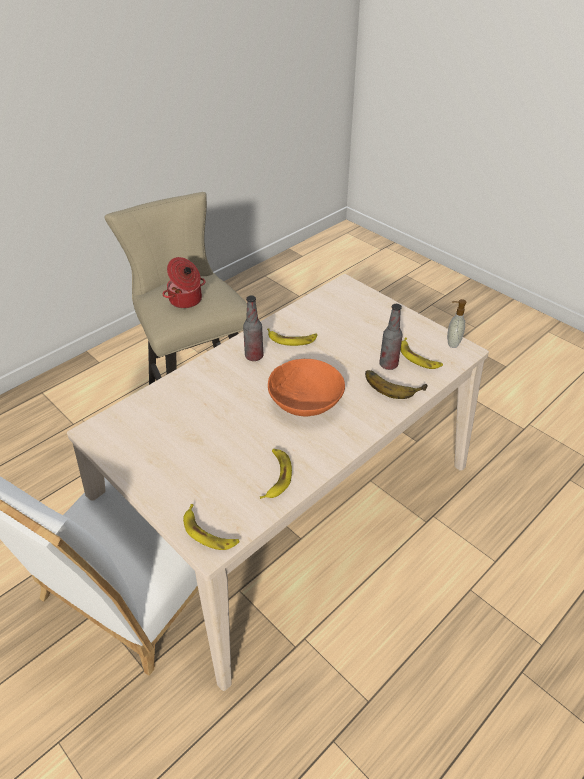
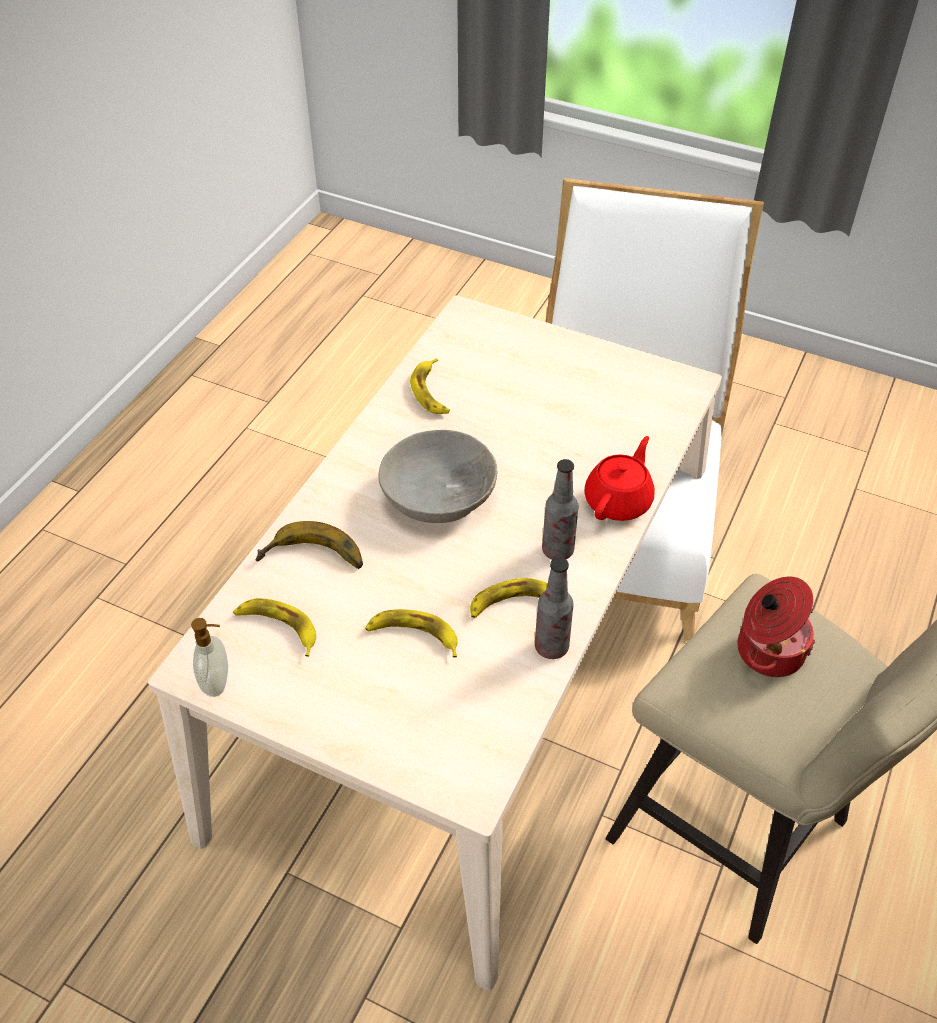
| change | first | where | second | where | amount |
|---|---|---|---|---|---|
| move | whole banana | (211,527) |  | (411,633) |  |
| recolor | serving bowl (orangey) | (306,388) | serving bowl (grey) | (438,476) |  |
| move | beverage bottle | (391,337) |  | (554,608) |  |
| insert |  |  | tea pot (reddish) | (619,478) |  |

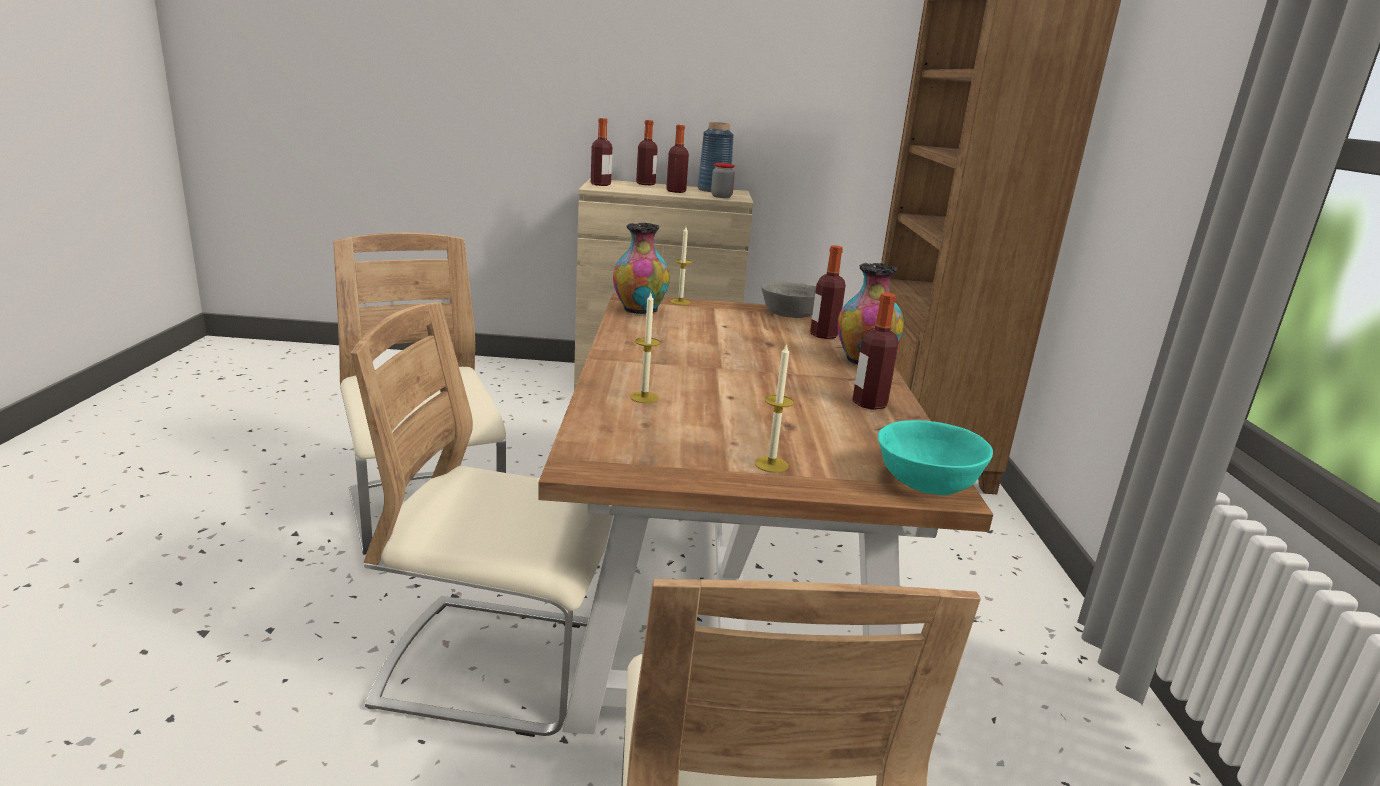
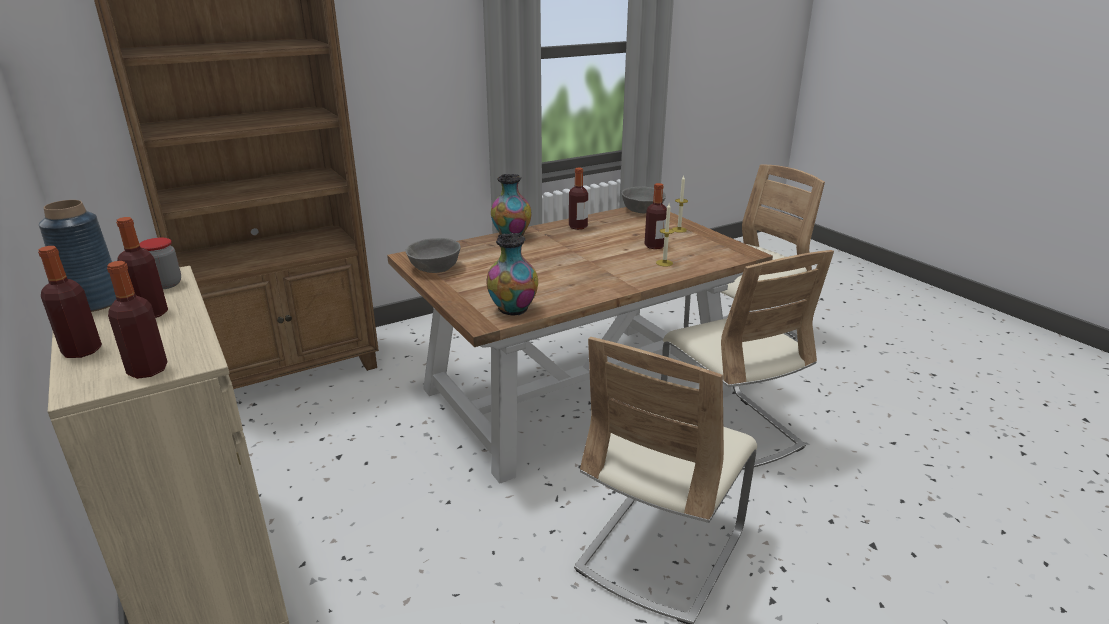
| change | first | where | second | where | amount |
|---|---|---|---|---|---|
| delete | candle | (681,266) |  |  |  |
| move | beverage bottle | (828,292) |  | (656,216) |  |
| recolor | serving bowl (turquoise) | (935,457) | serving bowl (grey) | (644,200) |  |

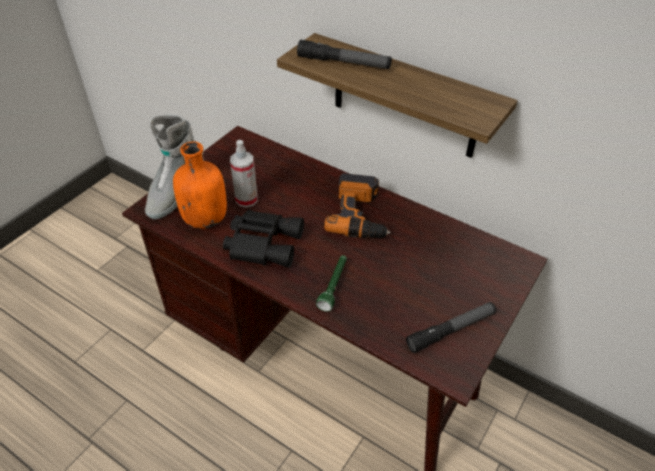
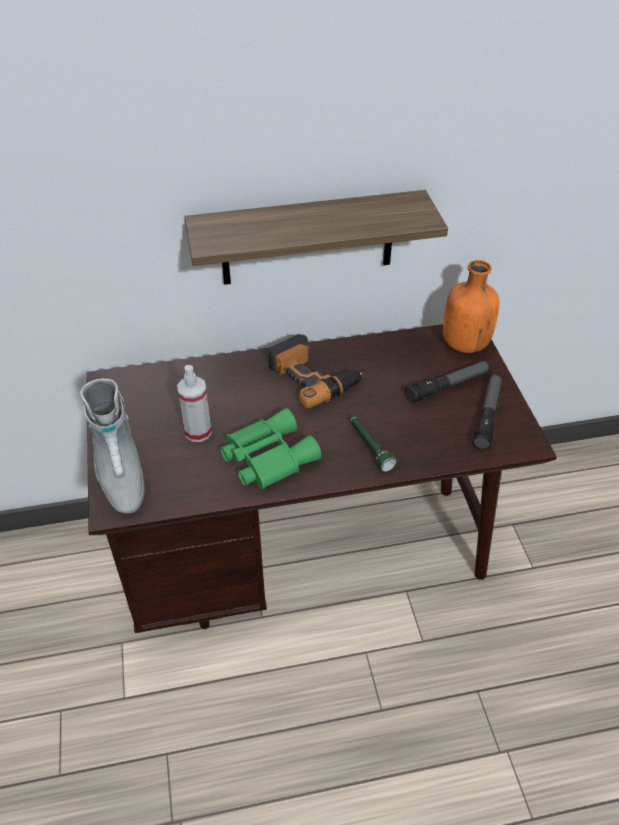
| change | first | where | second | where | amount |
|---|---|---|---|---|---|
| move | beverage bottle (orangey) | (200,185) |  | (471,306) |  |
| recolor | binoculars (black-coloured) | (263,239) | binoculars (green) | (270,449) |  |
| move | flashlight | (344,54) |  | (448,381) |  |

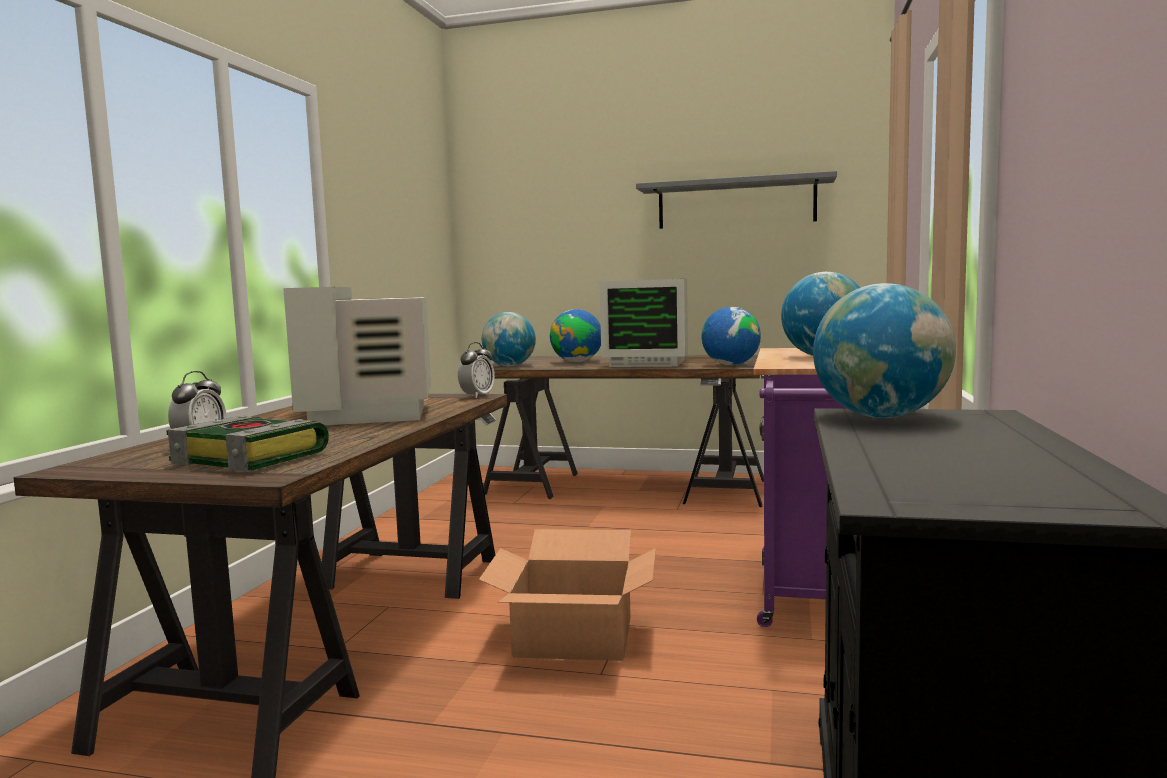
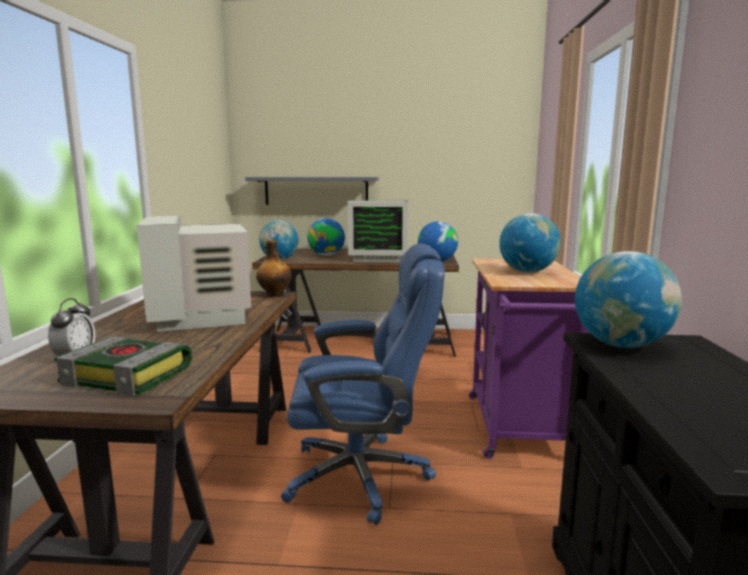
| change | first | where | second | where | amount |
|---|---|---|---|---|---|
| replace | bedside clock | (476,370) | beverage bottle | (274,268) |  |
| replace | carton | (567,595) | office chair (blue) | (363,384) |  |
| move | shelf (grey) | (736,200) |  | (311,191) |  |

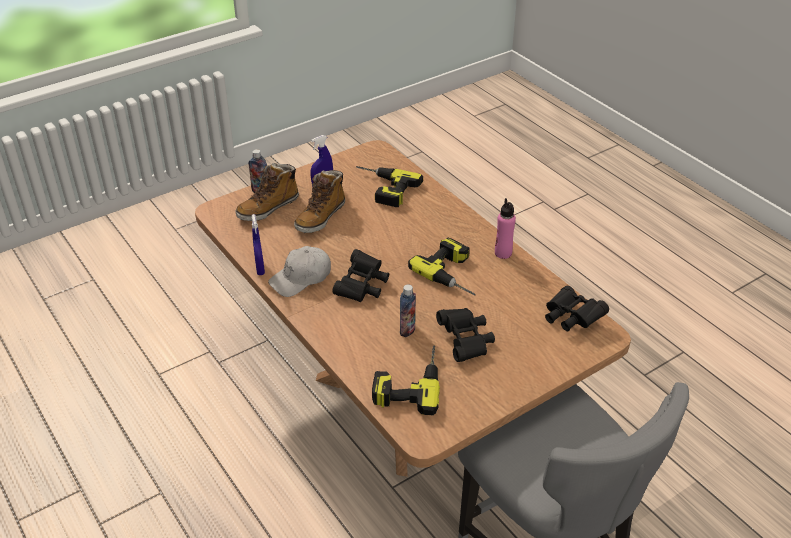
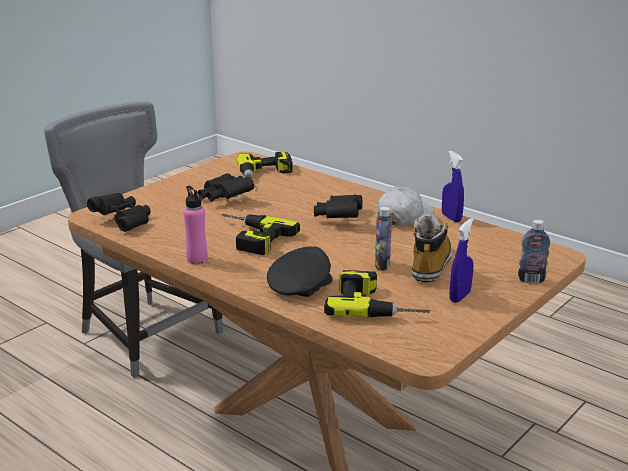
| change | first | where | second | where | amount |
|---|---|---|---|---|---|
| delete | high-top boot | (267,192) |  |  |  |
| move | beverage bottle | (408,311) |  | (383,238) |  |
| insert |  |  | peaked cap (black-coloured) | (300,271) |  |

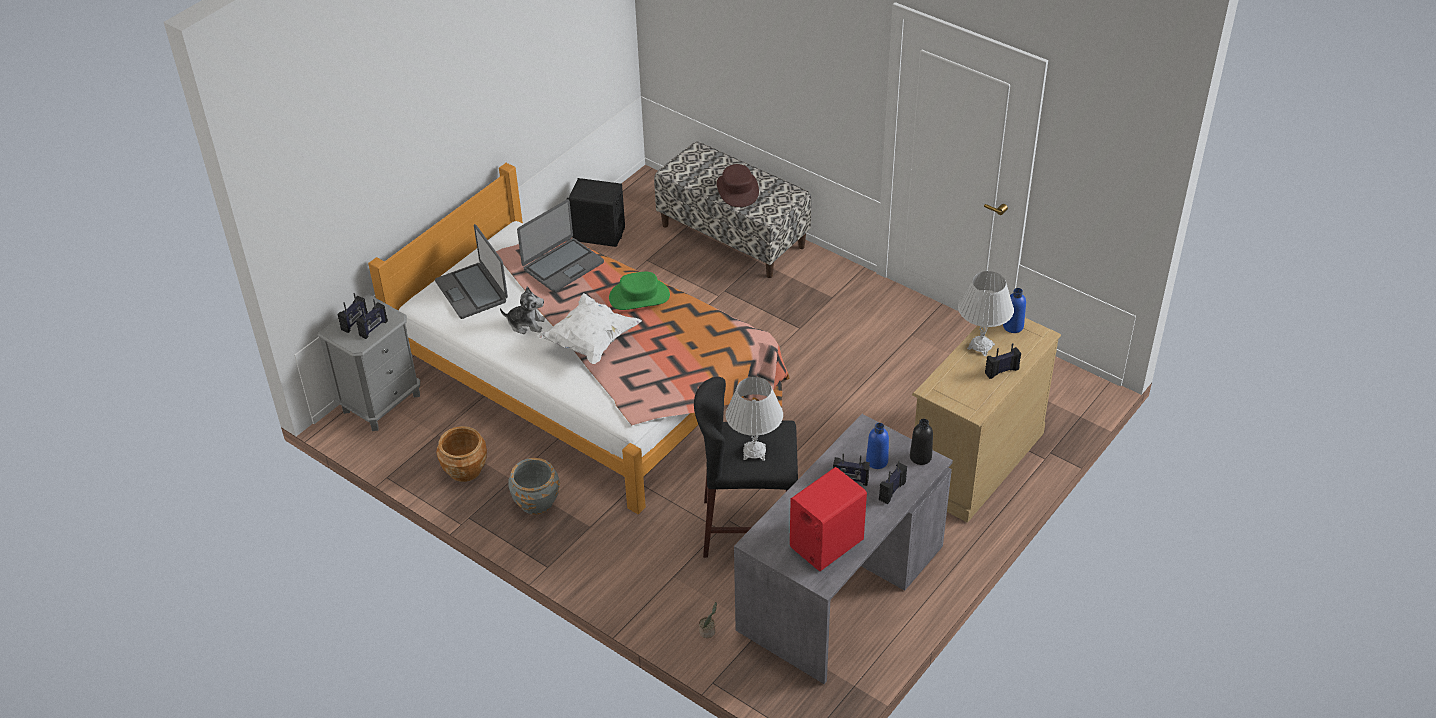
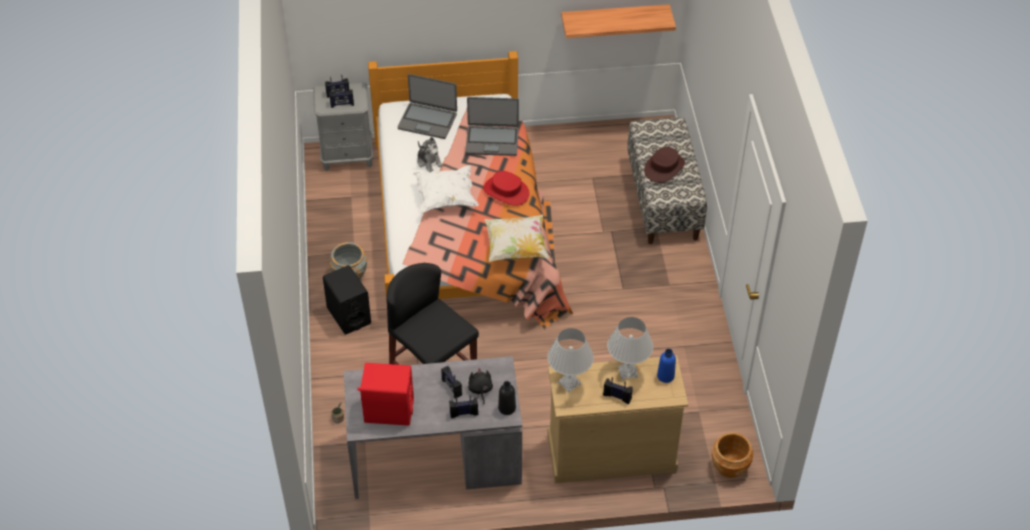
| change | first | where | second | where | amount |
|---|---|---|---|---|---|
| rotate | notebook computer | (471,271) |  | (427,106) | 90 degrees counterclockwise |
| move | flower pot (brownish) | (462,454) |  | (733,455) |  |
| move | speaker (black-coloured) | (596,212) |  | (347,300) |  |
| recolor | wearable hat (green) | (639,291) | wearable hat (reddish) | (506,188) |  |
| move | tabletop lamp (white-coloured) | (754,419) |  | (570,360) |  |
| replace | beverage bottle (blue) | (877,446) | soft toy (black-coloured) | (480,386) |  |
| insert |  |  | pillow | (516,238) |  |
| insert |  |  | shelf | (618,21) |  |

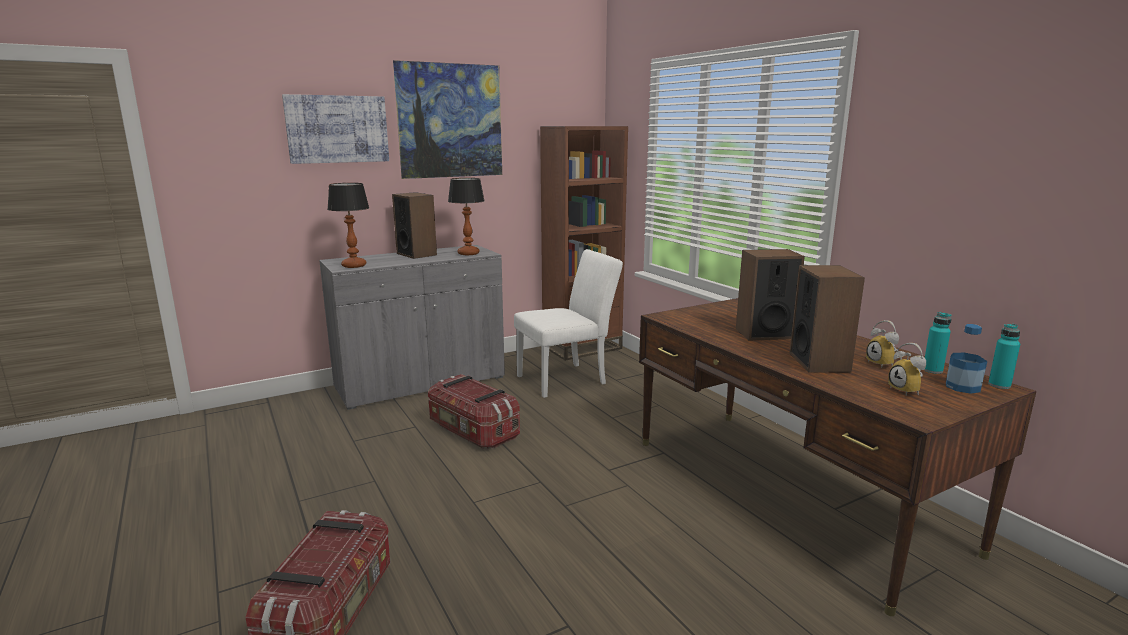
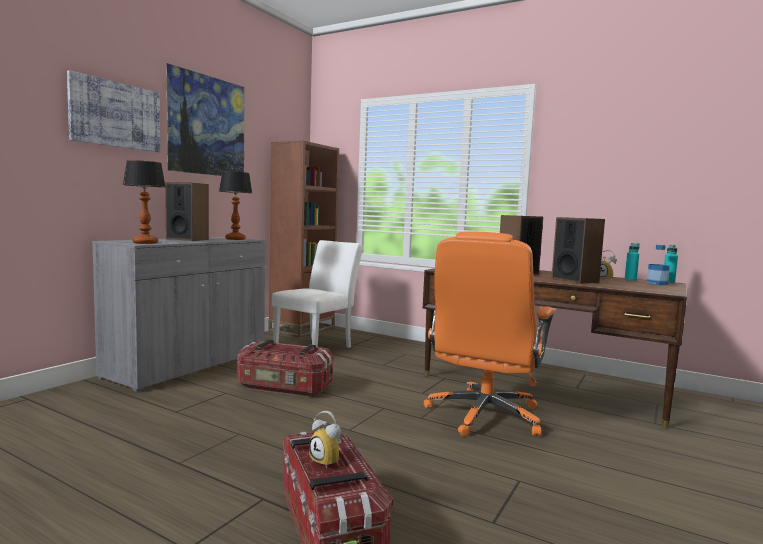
| change | first | where | second | where | amount |
|---|---|---|---|---|---|
| move | bedside clock | (907,369) |  | (325,440) |  |
| insert |  |  | office chair (orangey) | (489,334) |  |

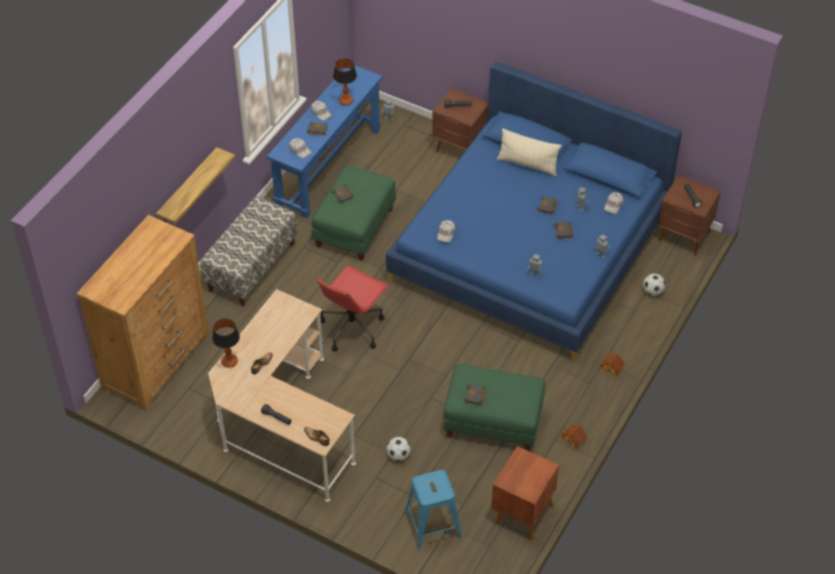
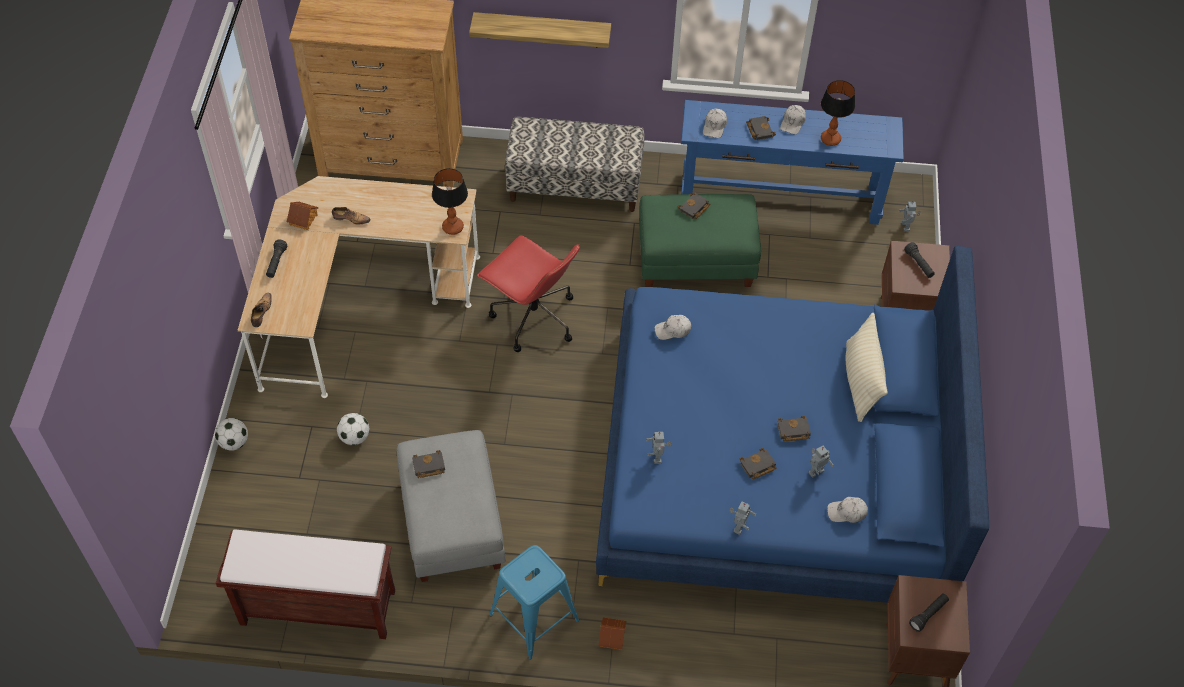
| change | first | where | second | where | amount |
|---|---|---|---|---|---|
| move | tabletop lamp | (226,343) |  | (450,201) |  |
| rotate | office chair (reddish) | (353,308) |  | (528,293) | 150 degrees counterclockwise |
| move | sitting stool (blue) | (433,510) |  | (534,602) |  |
| recolor | ottoman (green) | (494,407) | ottoman (grey) | (451,506) |  |
| replace | bedside table (brownish) | (525,493) | long seat (brownish) | (305,584) |  |
| move | miniature house | (574,436) |  | (303,216) |  |
| move | football | (654,285) |  | (231,434) |  |

